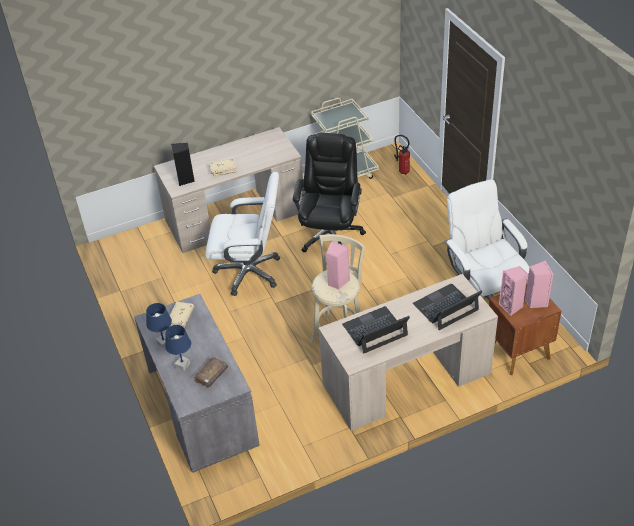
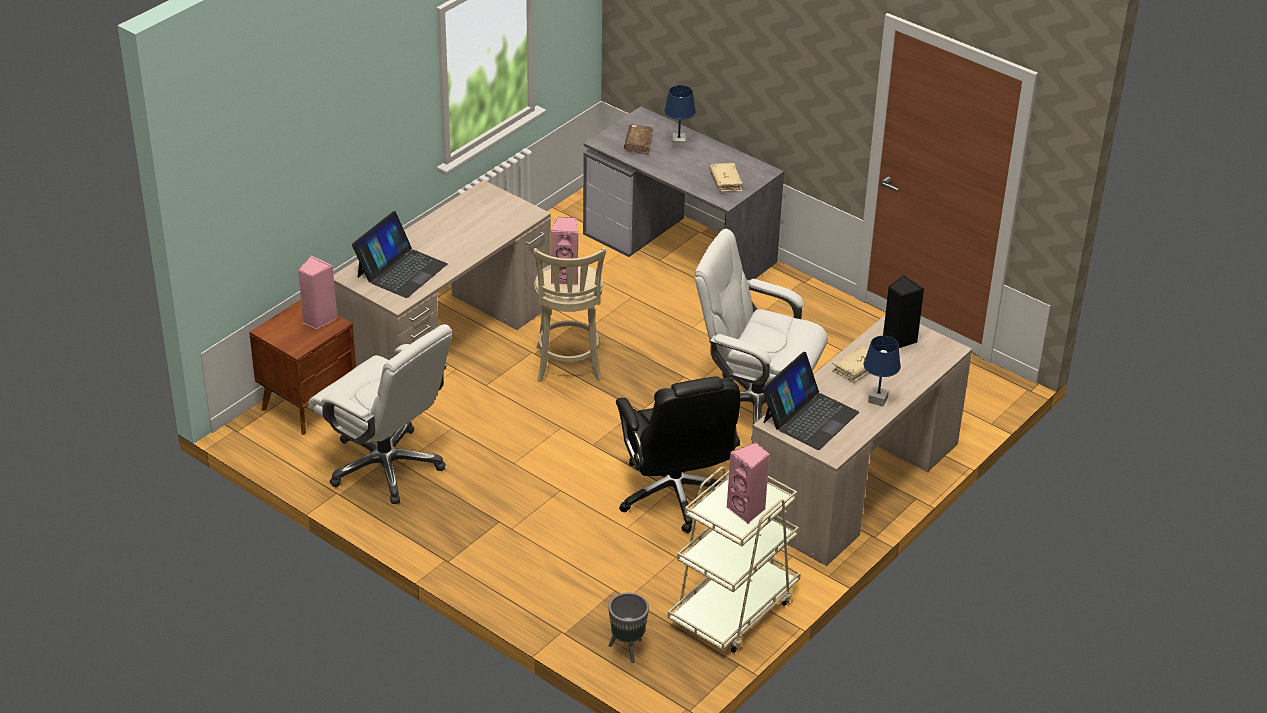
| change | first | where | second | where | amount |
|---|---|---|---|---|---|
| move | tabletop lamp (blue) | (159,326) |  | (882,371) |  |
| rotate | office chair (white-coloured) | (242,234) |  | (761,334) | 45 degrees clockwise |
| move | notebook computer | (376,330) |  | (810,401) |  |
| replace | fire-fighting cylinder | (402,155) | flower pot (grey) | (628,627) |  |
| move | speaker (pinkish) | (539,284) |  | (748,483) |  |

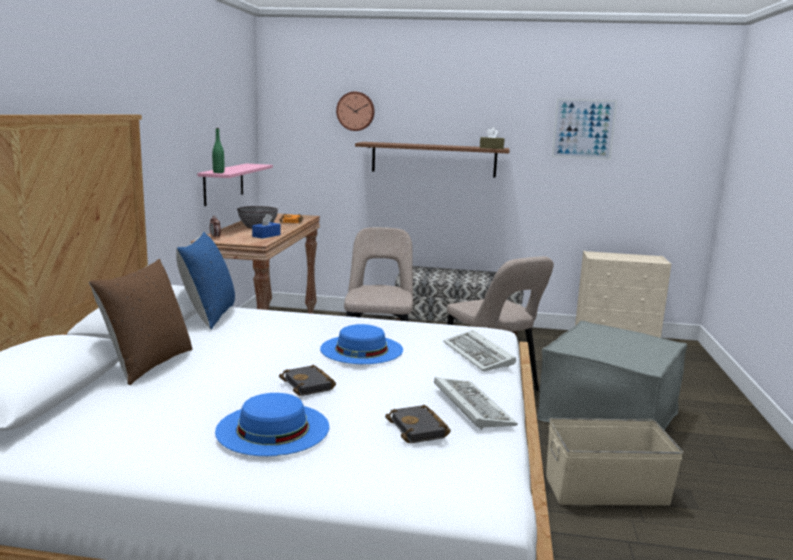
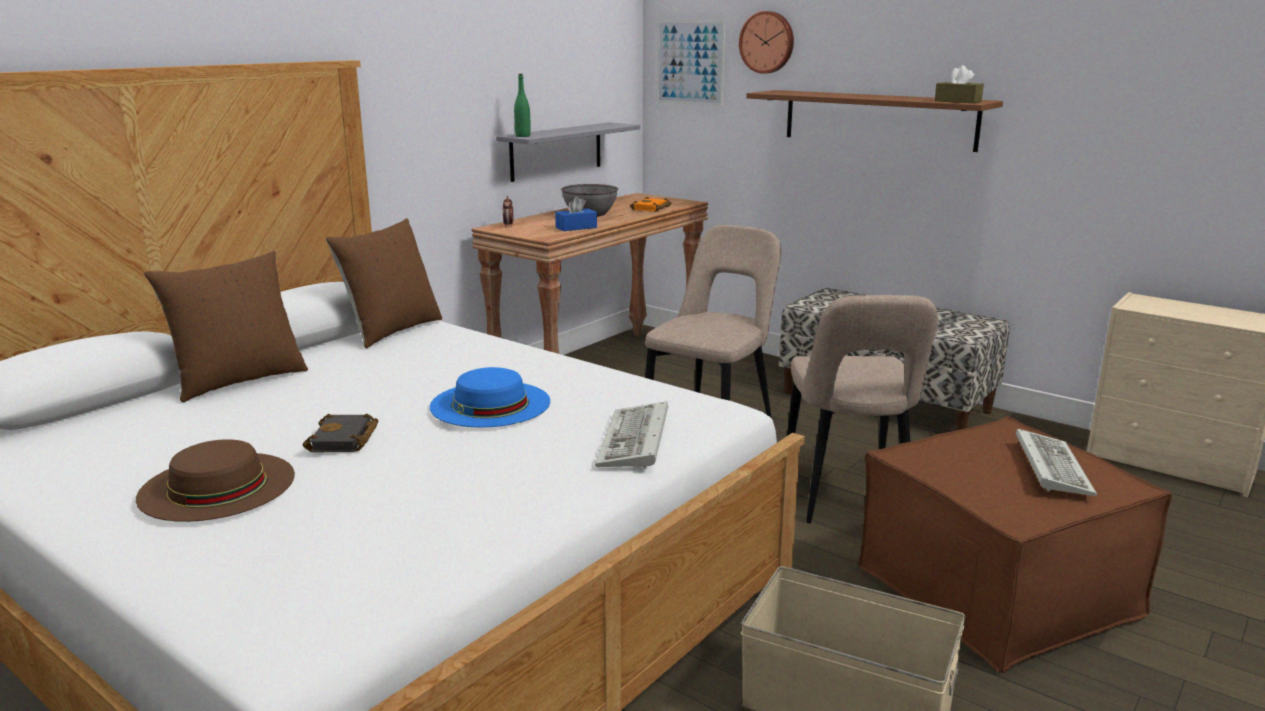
| change | first | where | second | where | amount |
|---|---|---|---|---|---|
| recolor | pillow (blue) | (205,281) | pillow (brownish) | (384,283) |  |
| recolor | shelf (pinkish) | (235,185) | shelf (grey) | (568,152) |  |
| recolor | wearable hat (blue) | (272,424) | wearable hat (brownish) | (215,481) |  |
| delete | bound book (black-coloured) | (418,424) |  |  |  |
| move | computer keyboard | (476,403) |  | (1056,462) |  |
| recolor | ottoman (grey) | (612,375) | ottoman (brownish) | (1015,544) |  |
| move | picture | (584,129) |  | (691,63) |  |

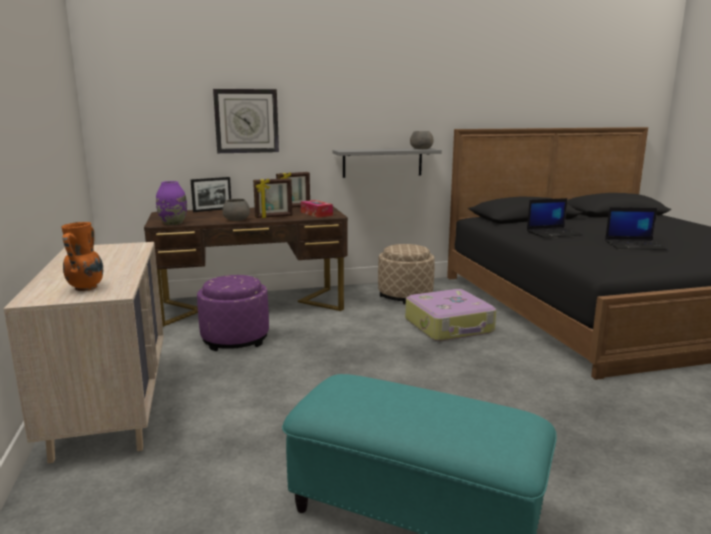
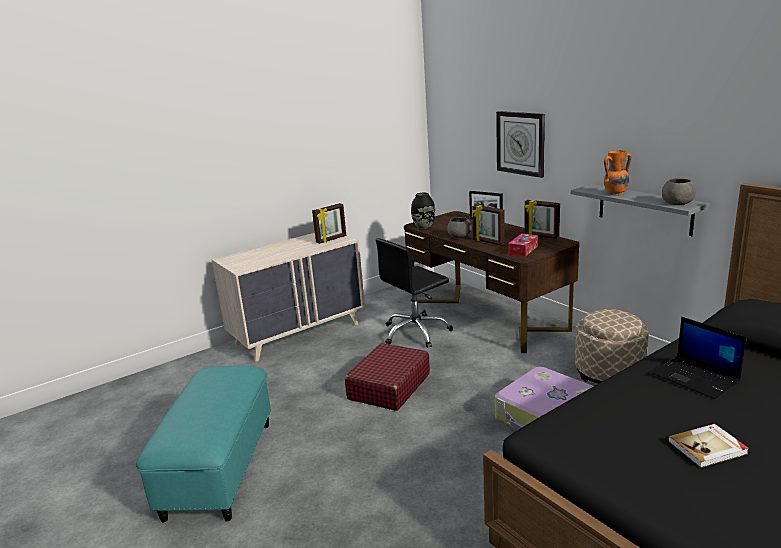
| change | first | where | second | where | amount |
|---|---|---|---|---|---|
| move | decorative vase (orangey) | (82,256) |  | (617,173) |  |
| recolor | decorative vase (purplish) | (171,203) | decorative vase (black-coloured) | (423,211) |  |
| replace | ottoman (purplish) | (233,313) | office chair (black-coloured) | (414,293) |  |
| replace | notebook computer | (636,228) | bound book | (708,446) |  |
| insert |  |  | photo frame | (329,223) |  |
| insert |  |  | travel case (reddish) | (387,377) |  |

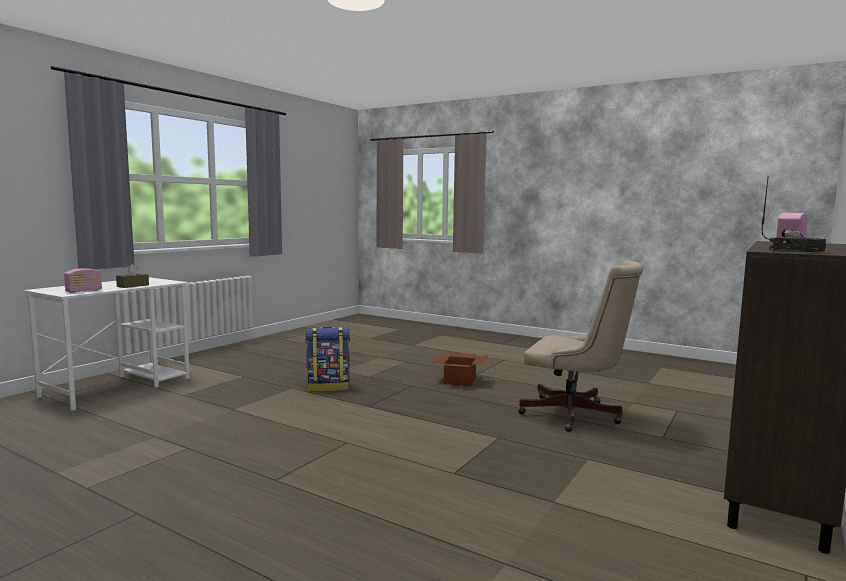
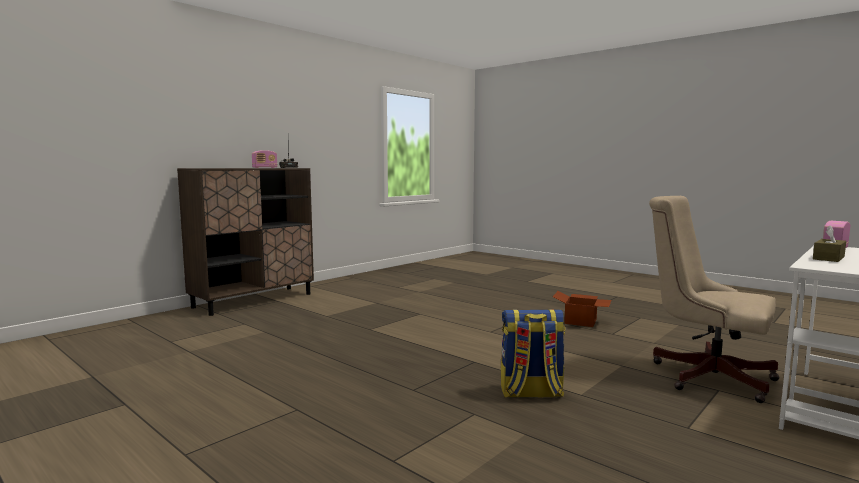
| change | first | where | second | where | amount |
|---|---|---|---|---|---|
| move | carton | (459,369) |  | (582,309) |  |
| move | office chair (beige-coloured) | (581,346) |  | (714,299) |  |

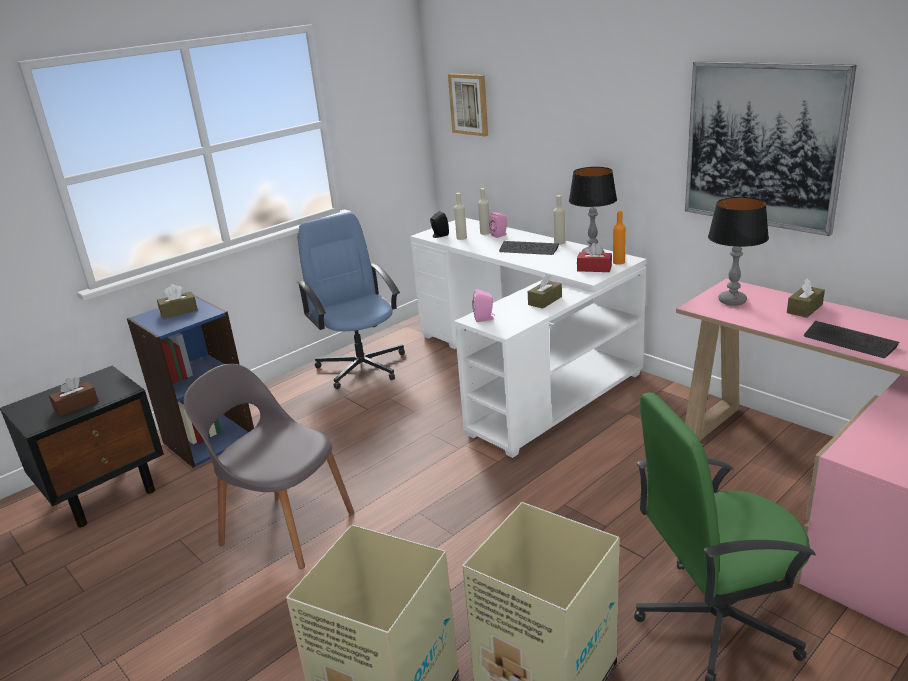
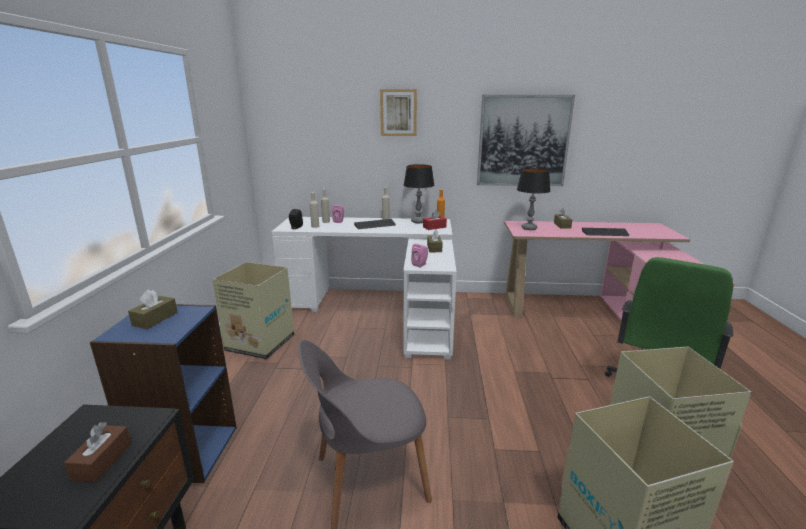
| change | first | where | second | where | amount |
|---|---|---|---|---|---|
| replace | office chair (blue) | (351,300) | carton | (253,310) |  |
| move | picture | (468,105) |  | (398,112) |  |

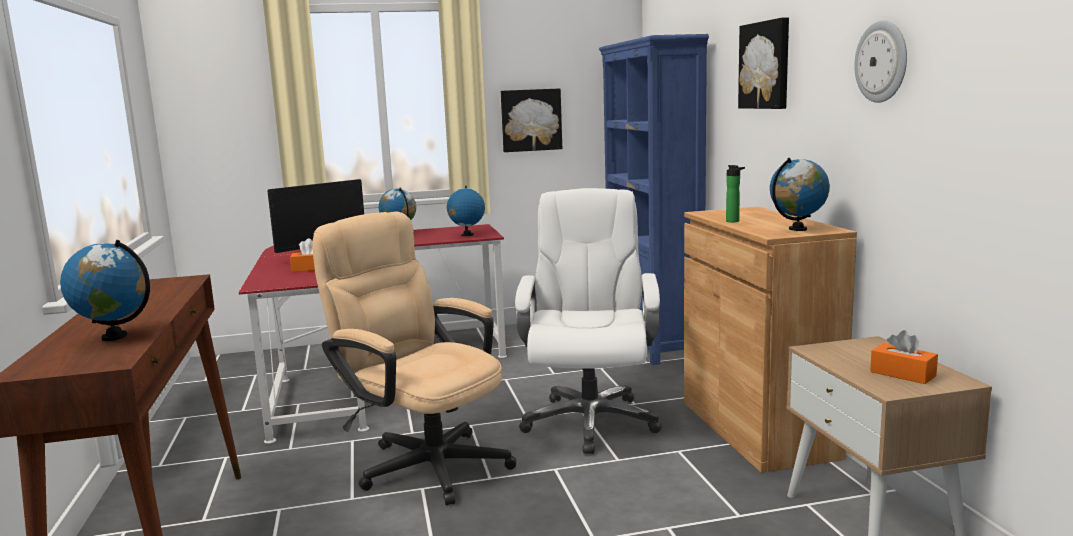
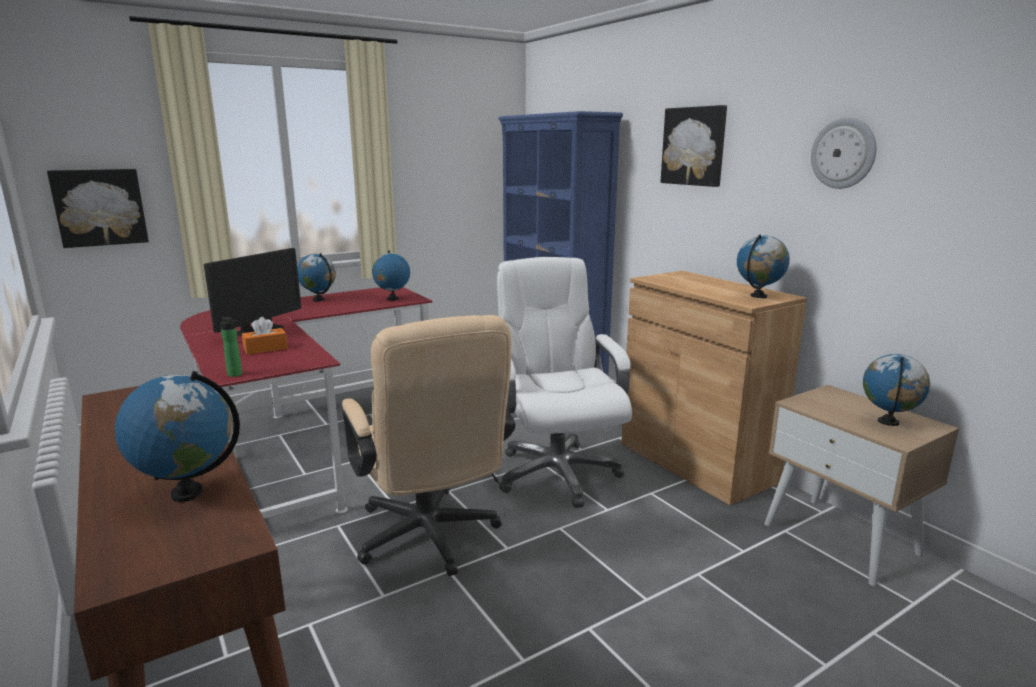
| change | first | where | second | where | amount |
|---|---|---|---|---|---|
| rotate | office chair (beige-coloured) | (414,358) |  | (429,445) | 135 degrees counterclockwise |
| move | picture | (531,120) |  | (98,208) |  |
| move | beverage bottle | (735,193) |  | (231,347) |  |
| replace | box of tissues (orangey) | (904,357) | desk globe | (896,390) |  |

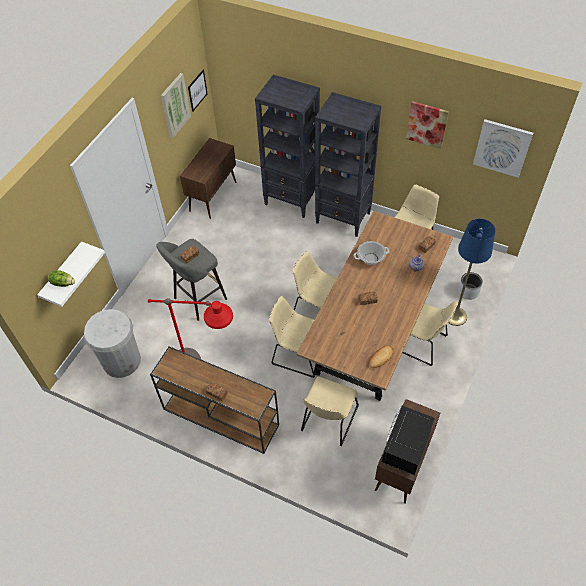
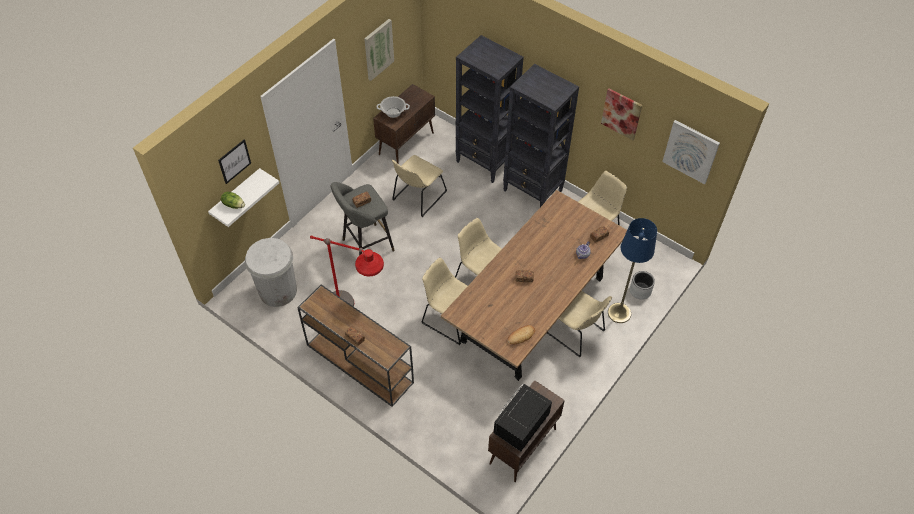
| change | first | where | second | where | amount |
|---|---|---|---|---|---|
| move | picture | (198,91) |  | (234,161) |  |
| move | chair (beige-coloured) | (330,411) |  | (419,186) |  |
| move | saucepot | (372,253) |  | (393,107) |  |

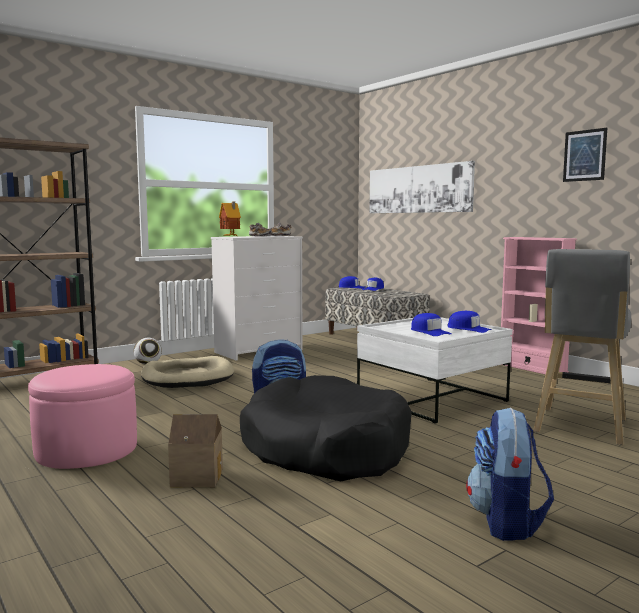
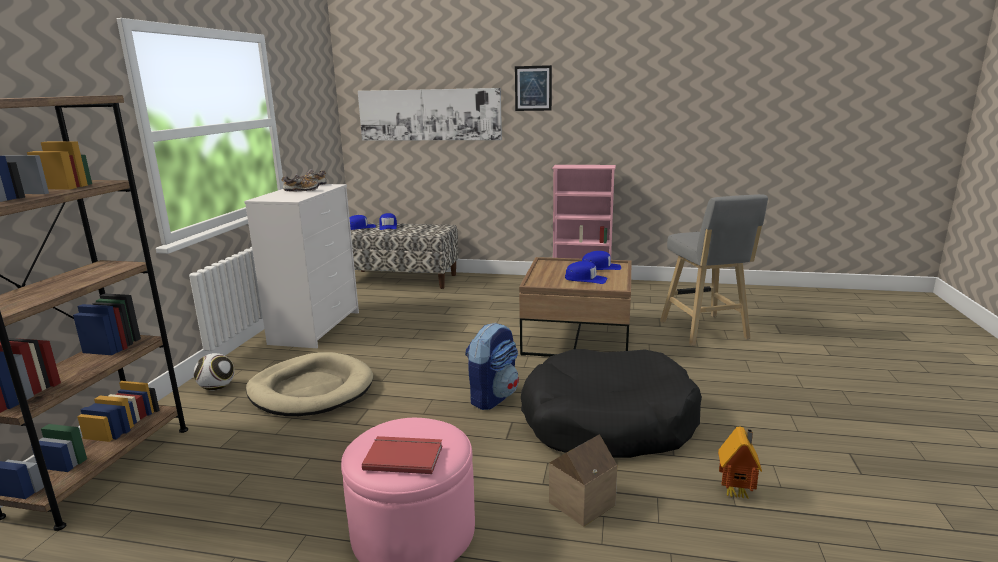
| change | first | where | second | where | amount |
|---|---|---|---|---|---|
| move | miniature house | (230,218) |  | (740,462) |  |
| recolor | coffee table (white-coloured) | (434,370) | coffee table (brownish) | (575,307) |  |
| delete | rucksack | (510,474) |  |  |  |
| move | picture | (585,155) |  | (533,88) |  |
| insert |  |  | bound book (reddish) | (402,455) |  |

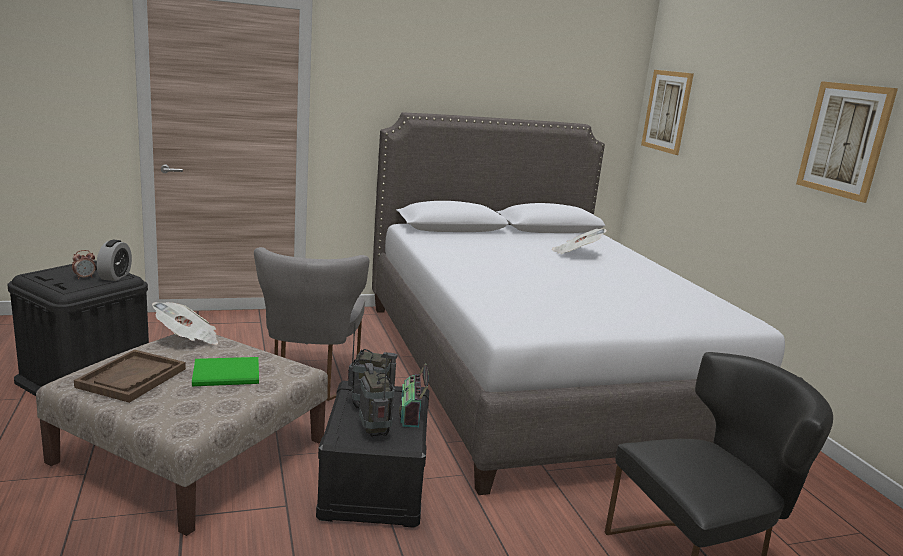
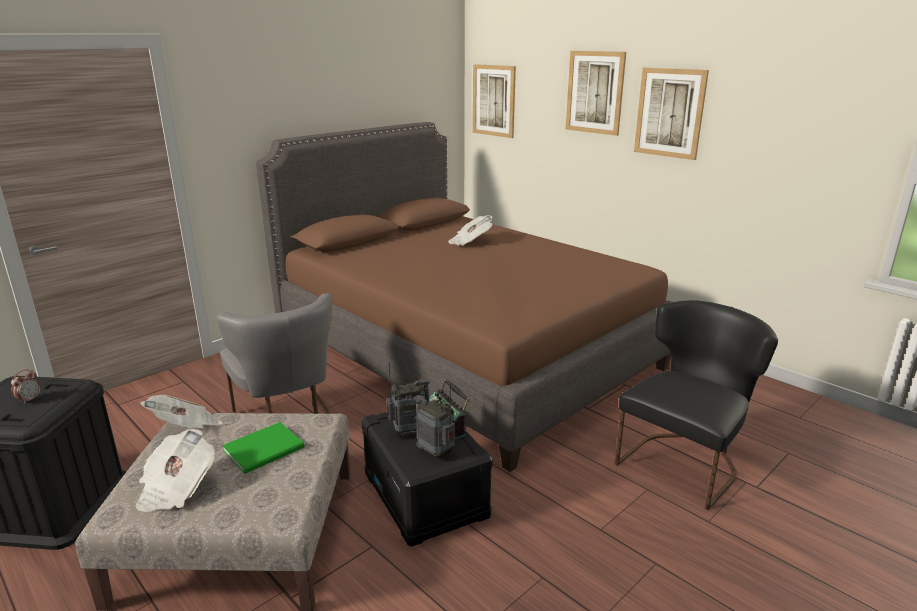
| change | first | where | second | where | amount |
|---|---|---|---|---|---|
| replace | tray (brownish) | (130,376) | newspaper | (175,470) |  |
| delete | bedside clock | (114,260) |  |  |  |
| recolor | bed (grey) | (578,303) | bed (brownish) | (464,297) |  |
| insert |  |  | picture | (596,93) |  |

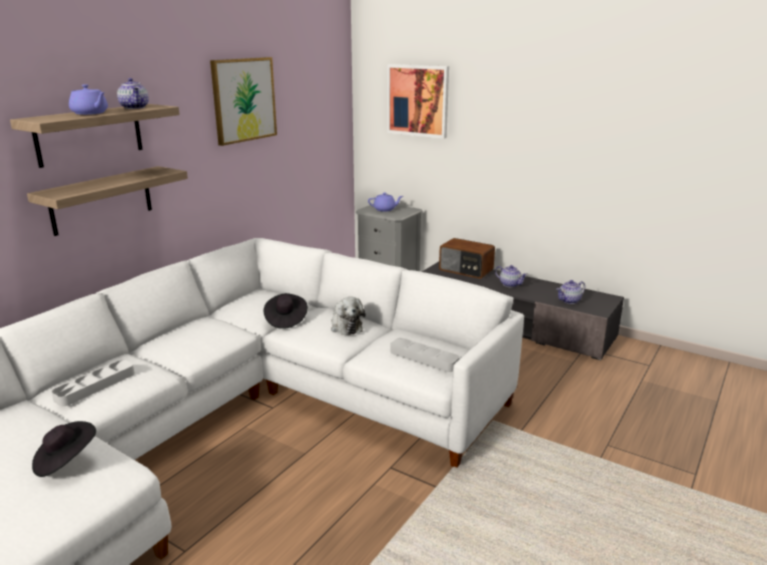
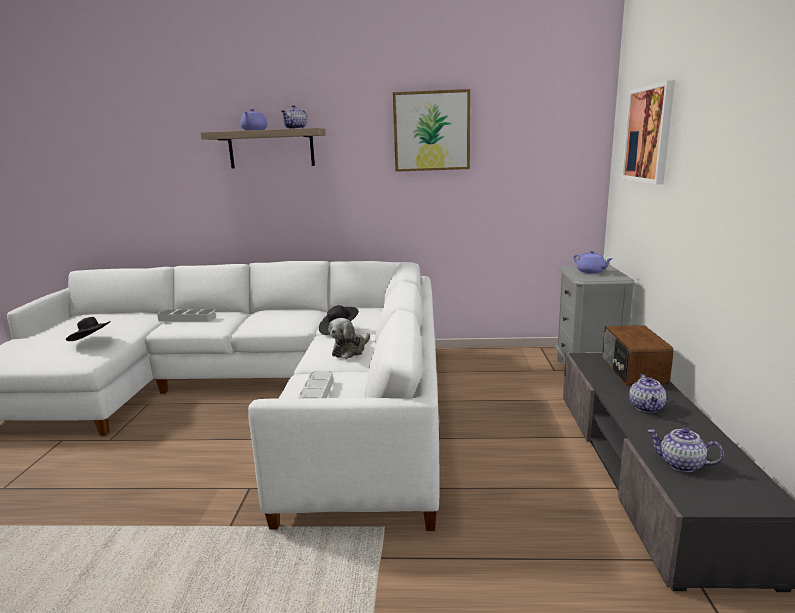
| change | first | where | second | where | amount |
|---|---|---|---|---|---|
| delete | shelf | (107,201) |  |  |  |

